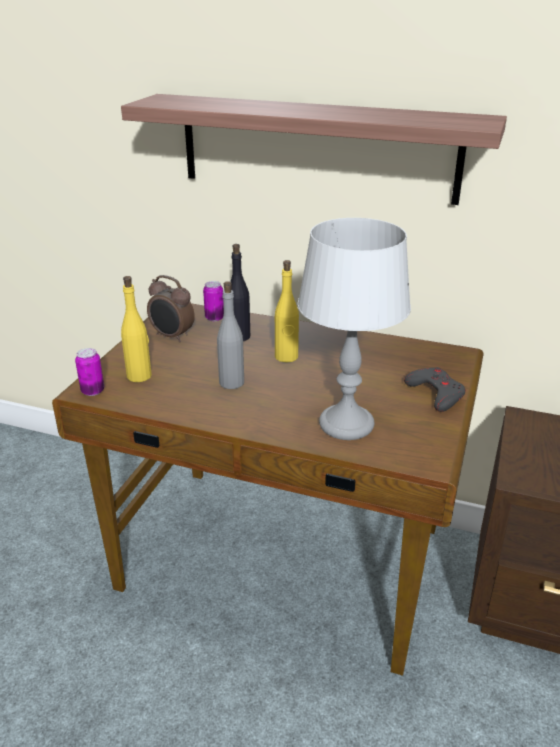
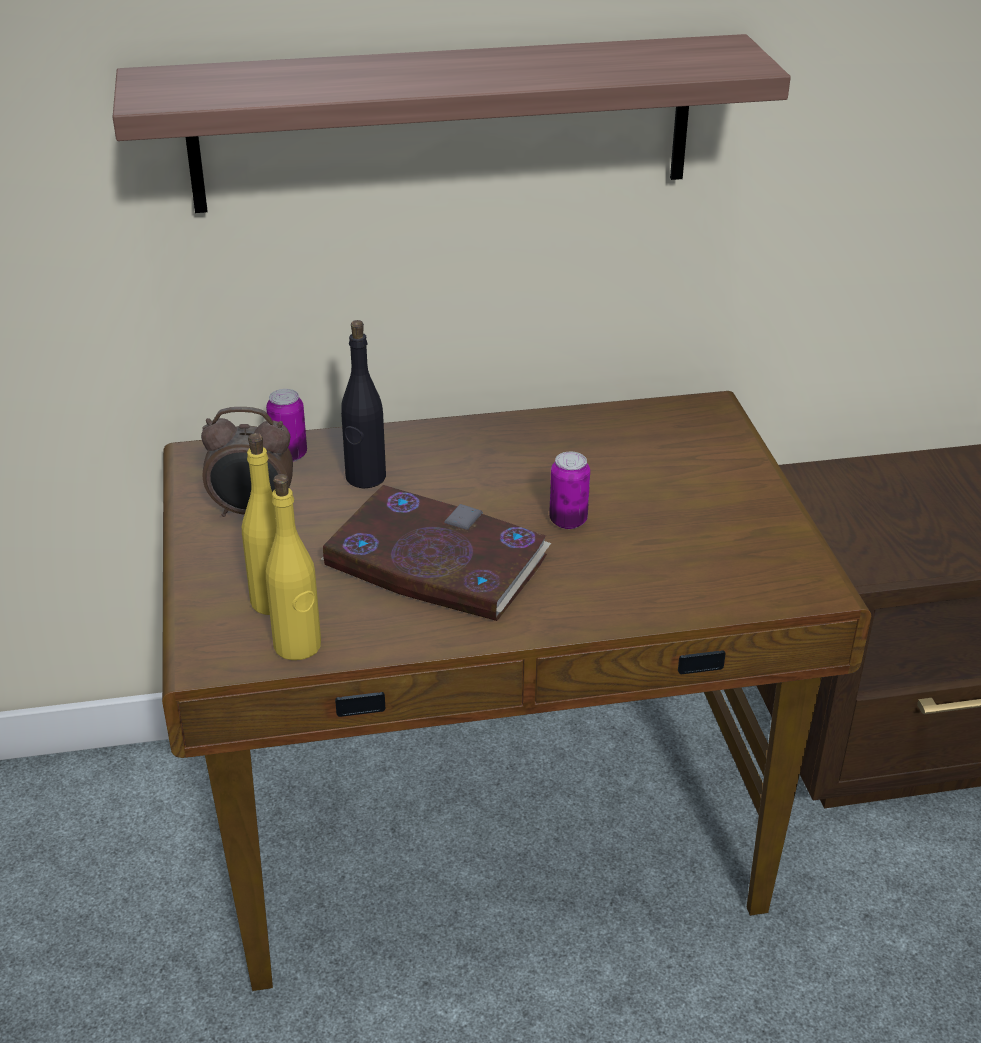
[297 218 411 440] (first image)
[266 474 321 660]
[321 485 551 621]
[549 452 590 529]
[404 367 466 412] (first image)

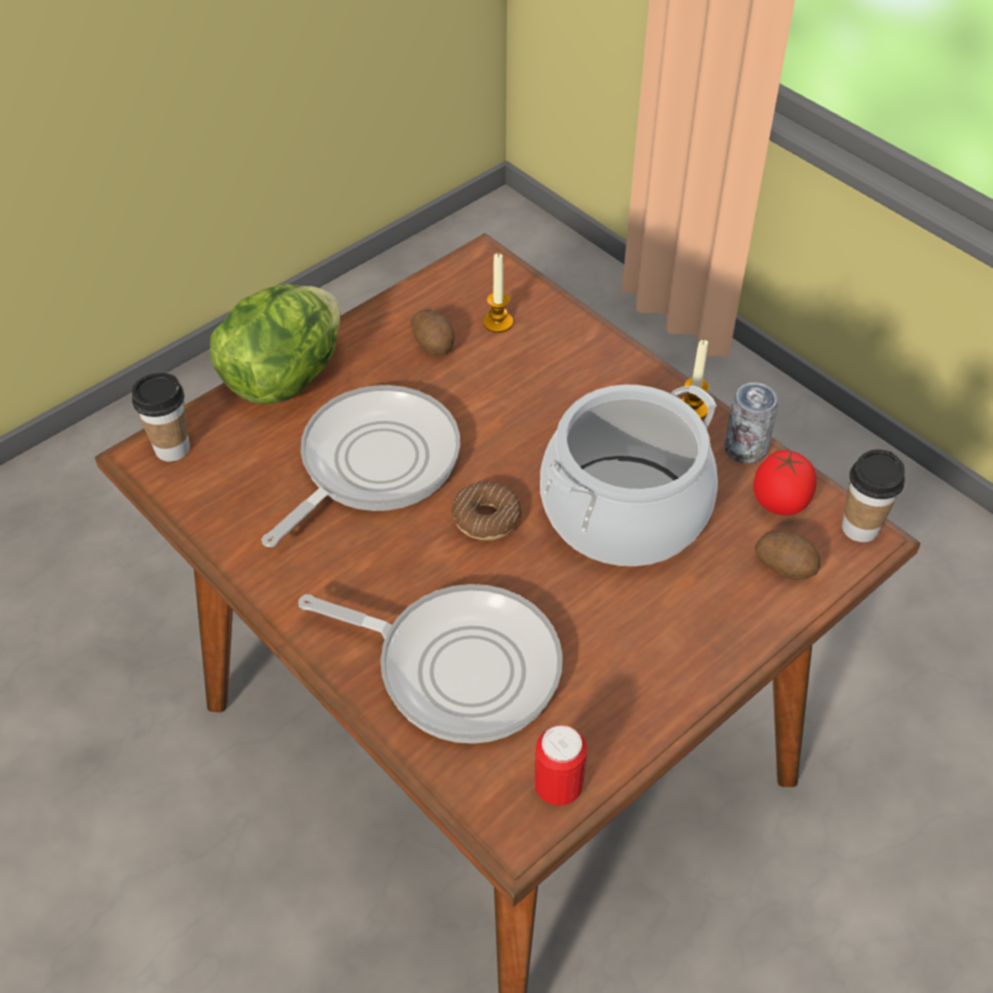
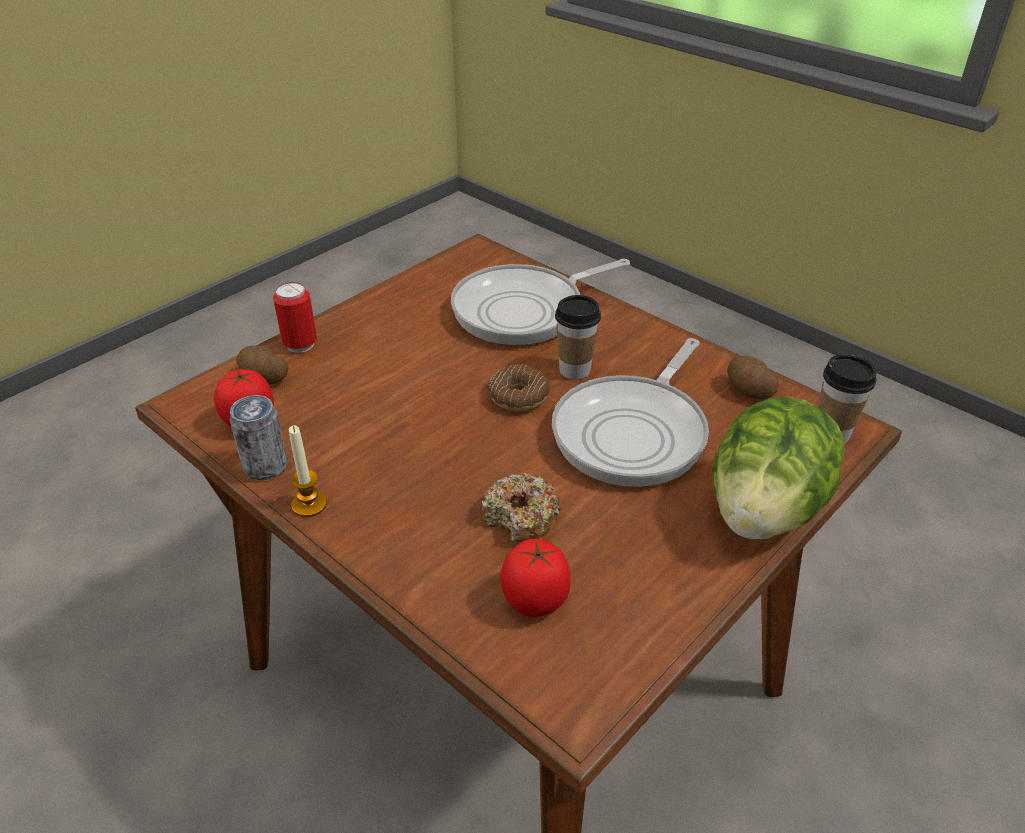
[500 539 570 617]
[727 356 779 400]
[540 385 718 566] (first image)
[555 295 601 380]
[451 259 630 345]
[273 282 317 353]
[481 473 562 543]

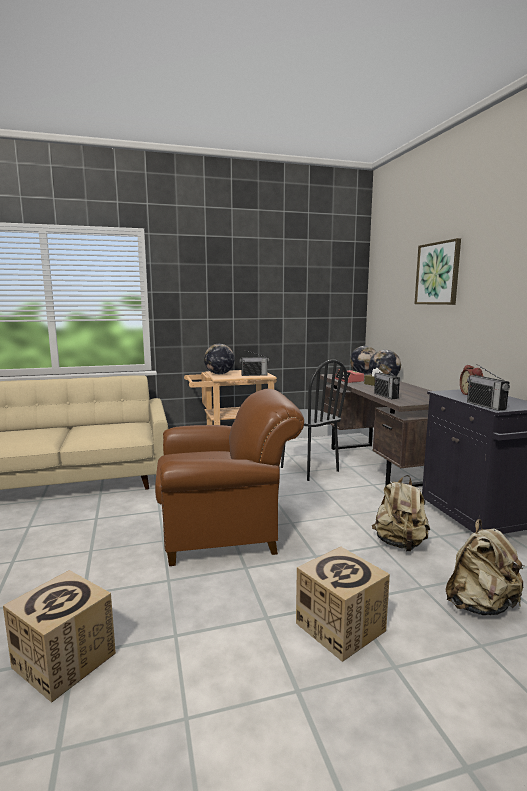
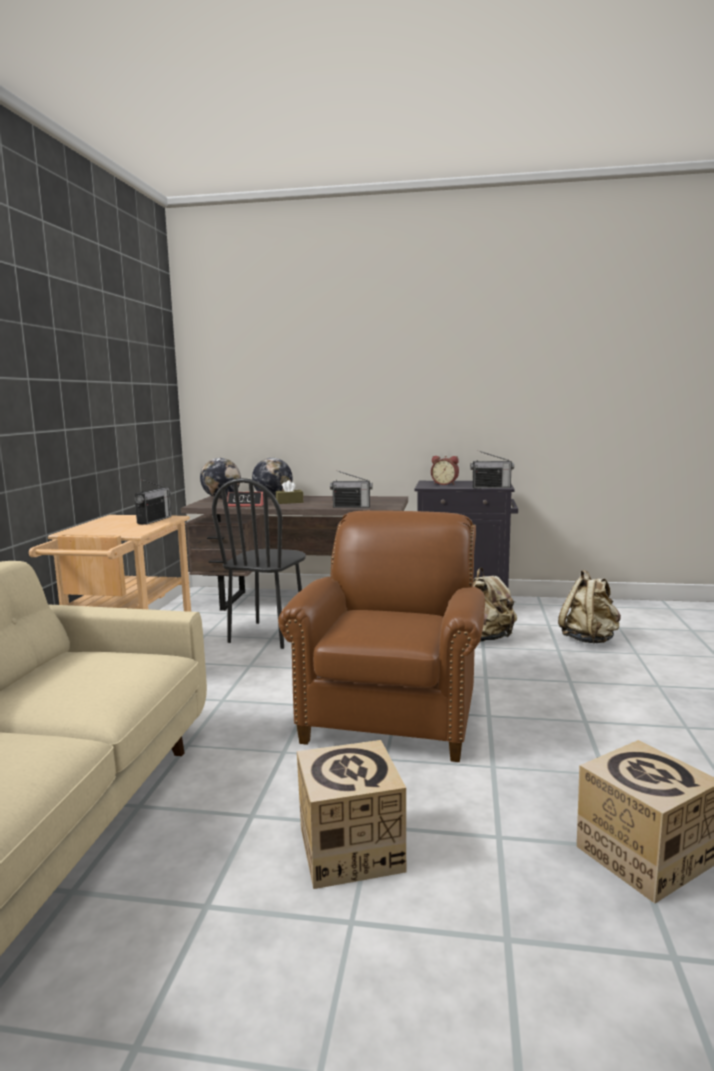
[414 238 461 305] (first image)
[204 344 235 374] (first image)
[212 478 306 649]
[297 740 406 889]

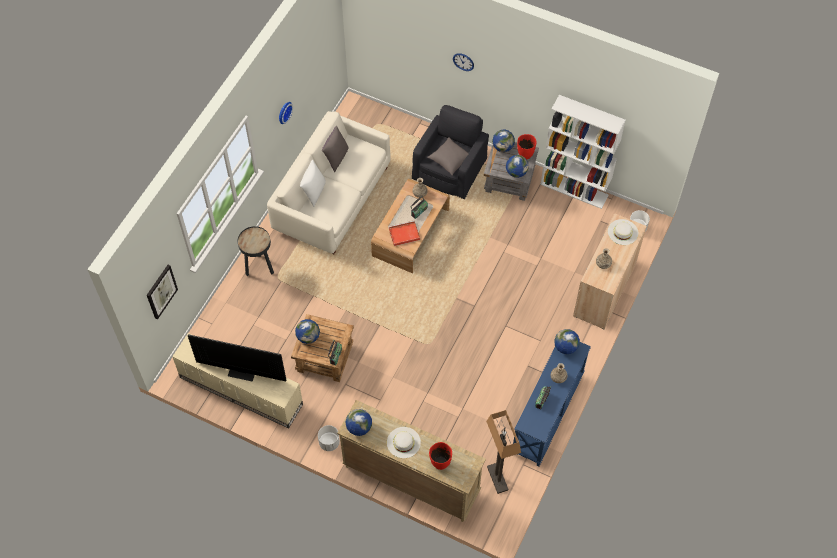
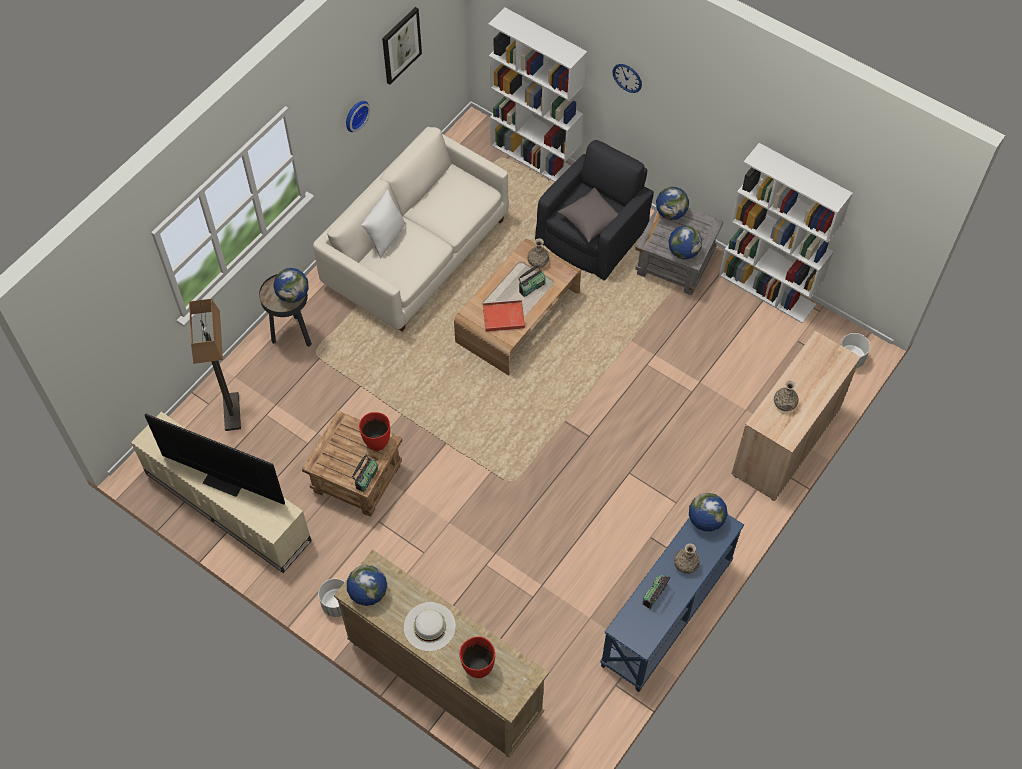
[322 126 348 172] (first image)
[359 412 390 451]
[608 219 638 245] (first image)
[382 7 422 85]
[273 268 308 303]
[189 299 241 431]
[488 8 587 182]

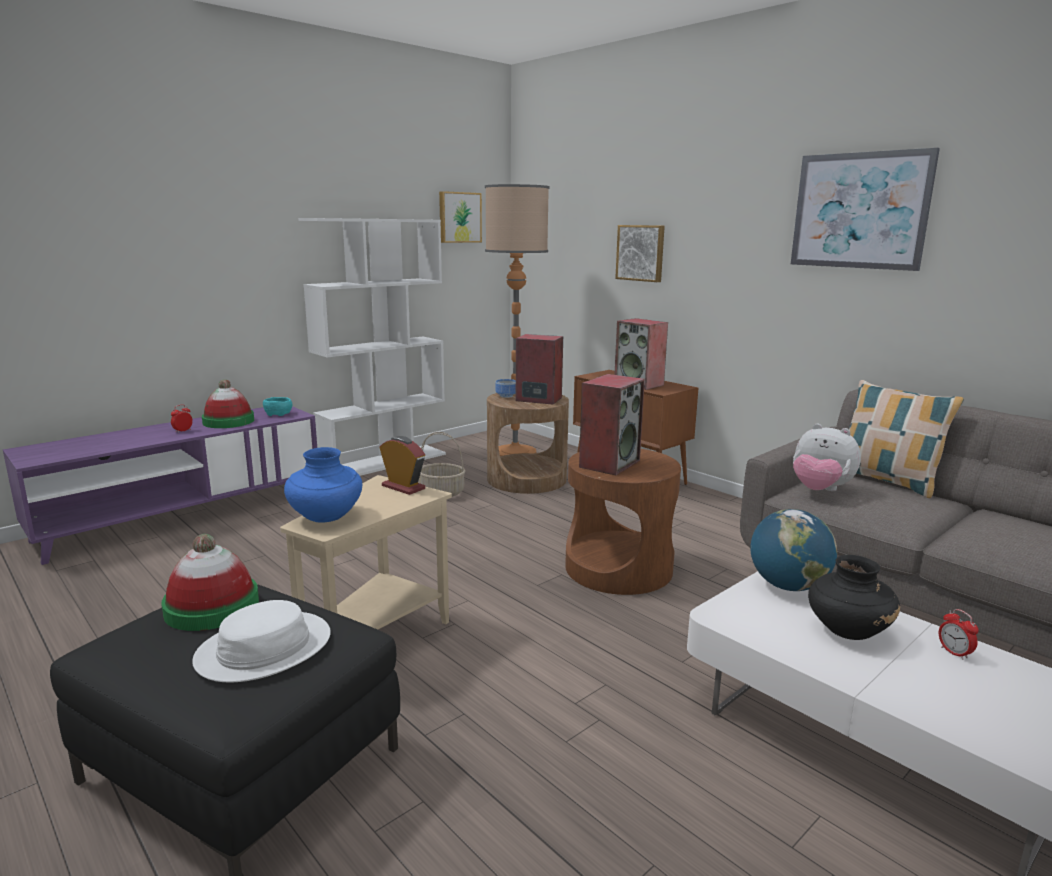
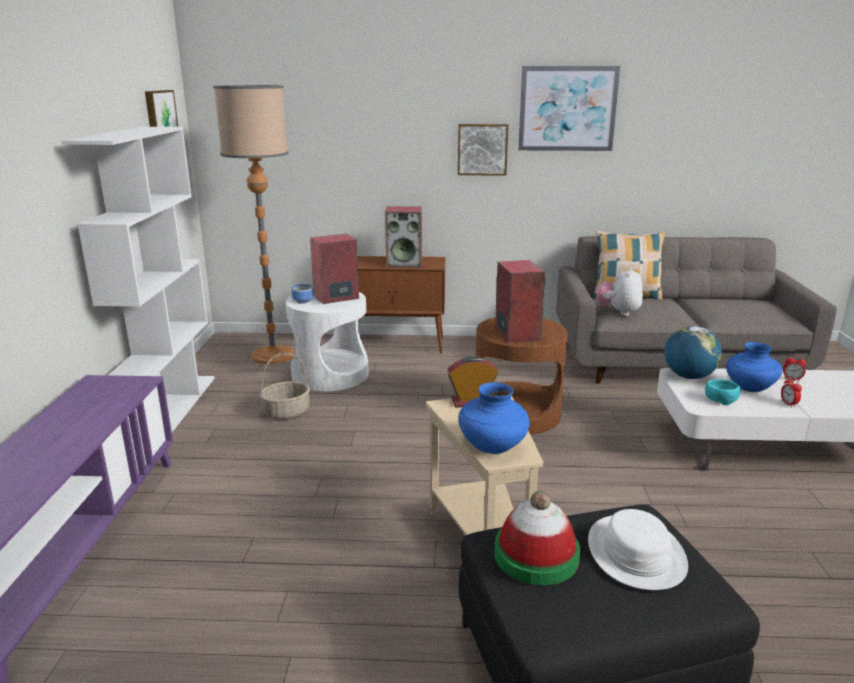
[458 124 508 176]
[202 379 254 428] (first image)
[286 292 369 391]
[705 379 741 405]
[781 377 802 407]
[596 267 643 316]
[726 342 782 392]

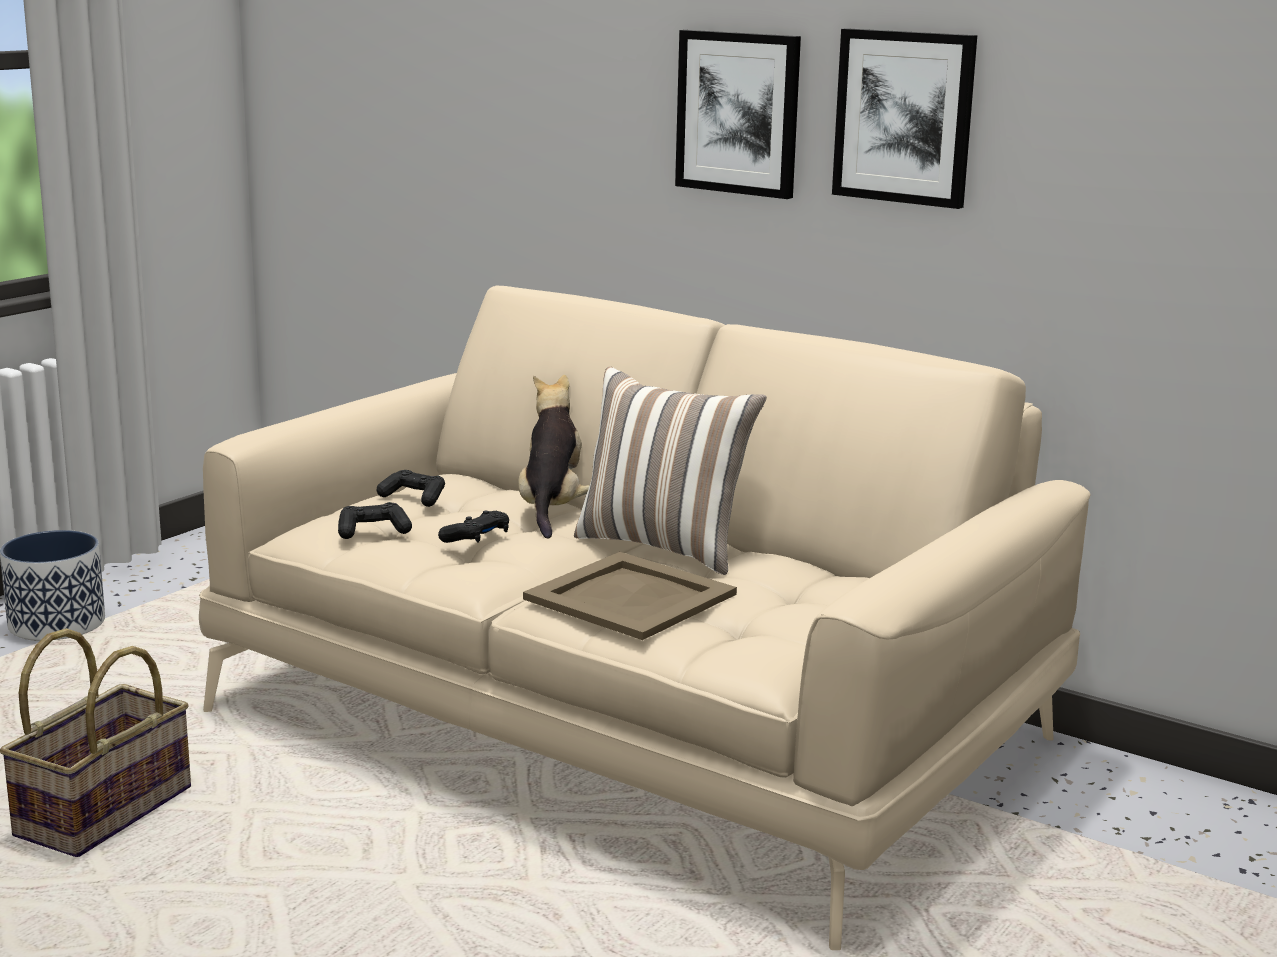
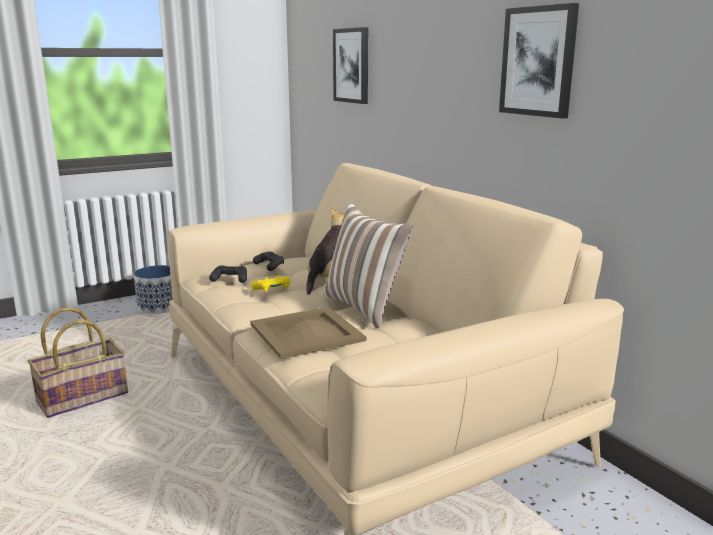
[333 27 368 104]
[251 276 290 292]

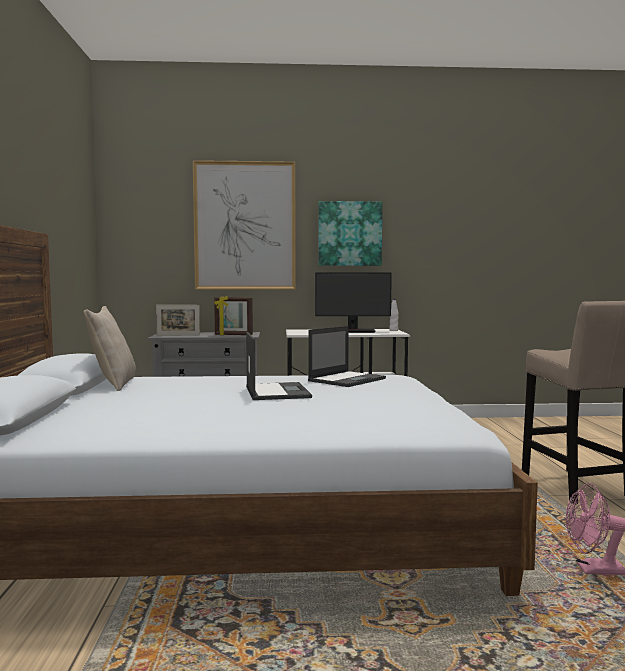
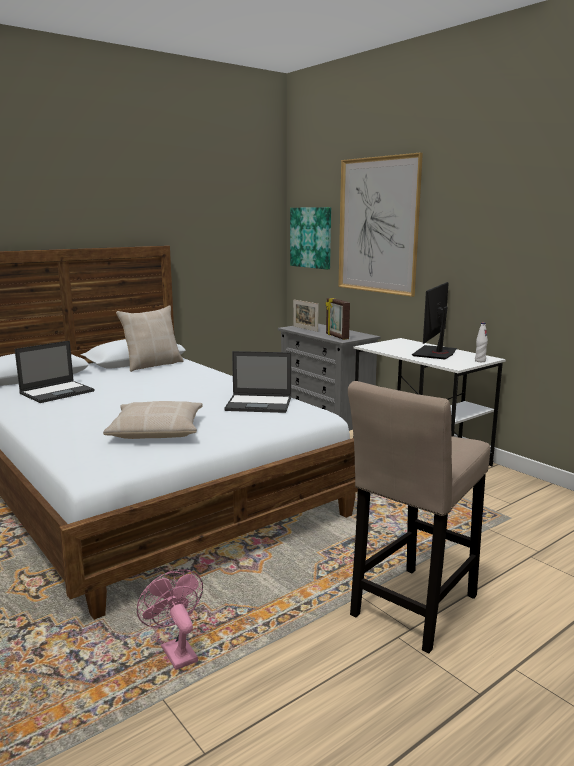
[290 207 331 270]
[412 282 457 359]
[15 340 95 403]
[103 401 203 439]

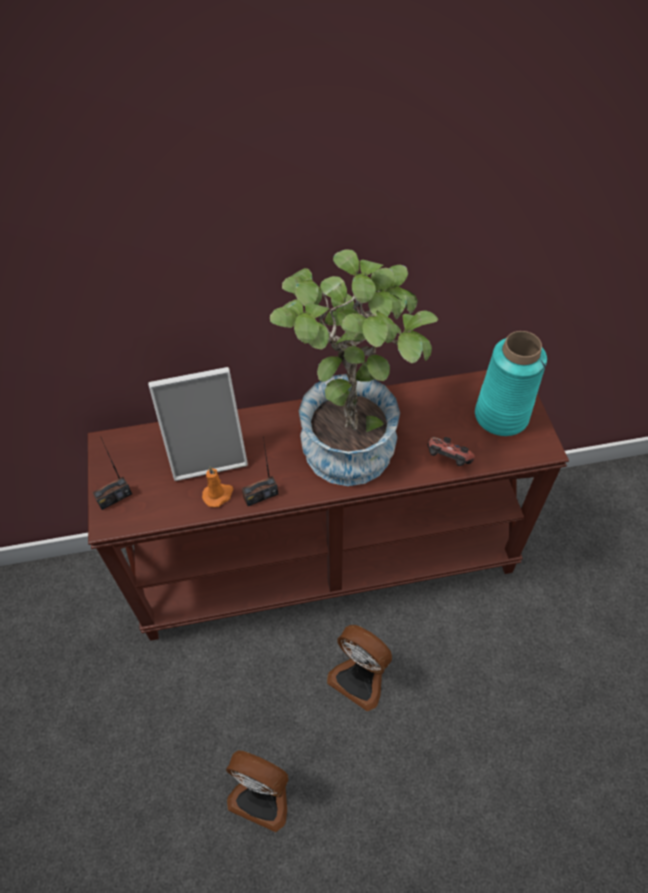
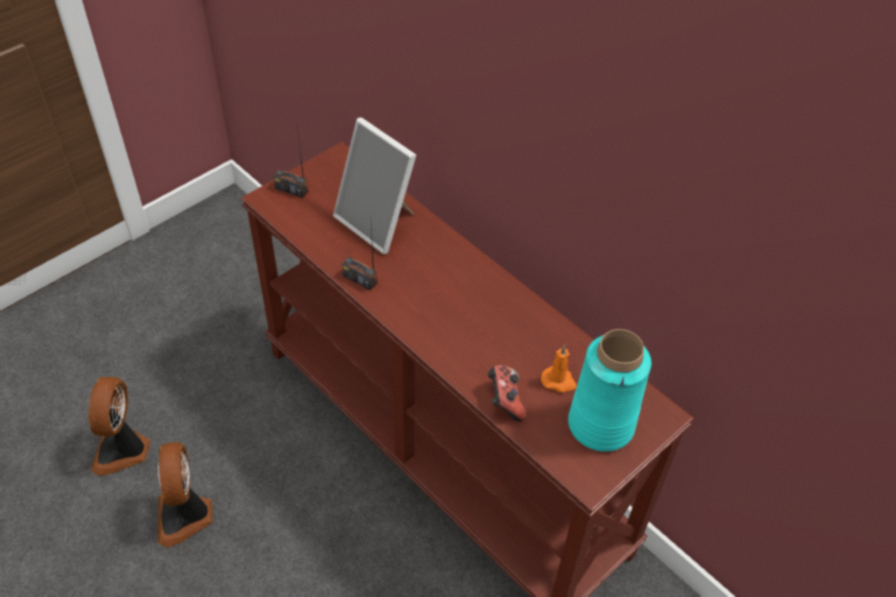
[270 249 438 486] (first image)
[541 345 577 393]
[88 377 151 476]

